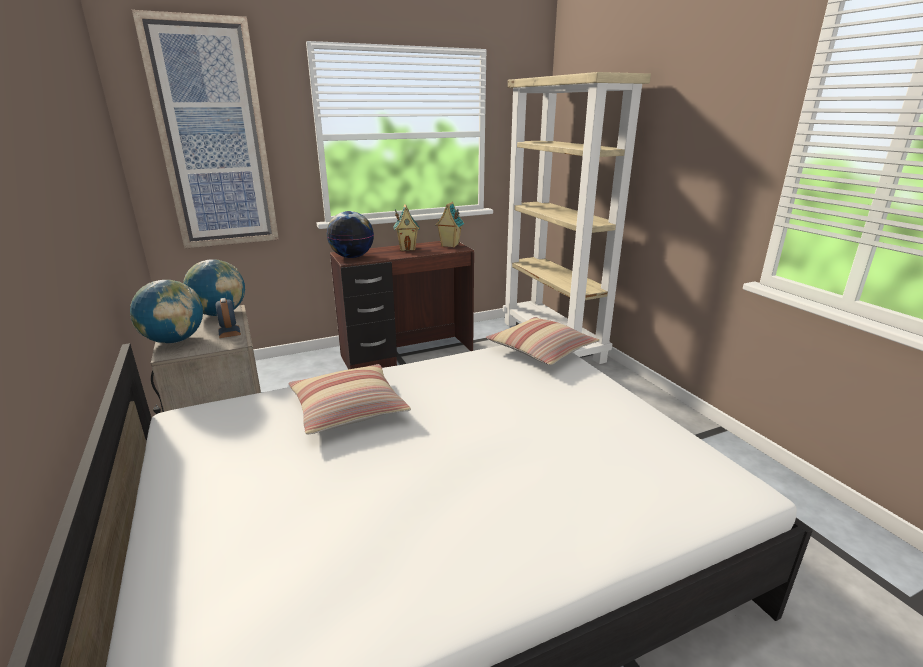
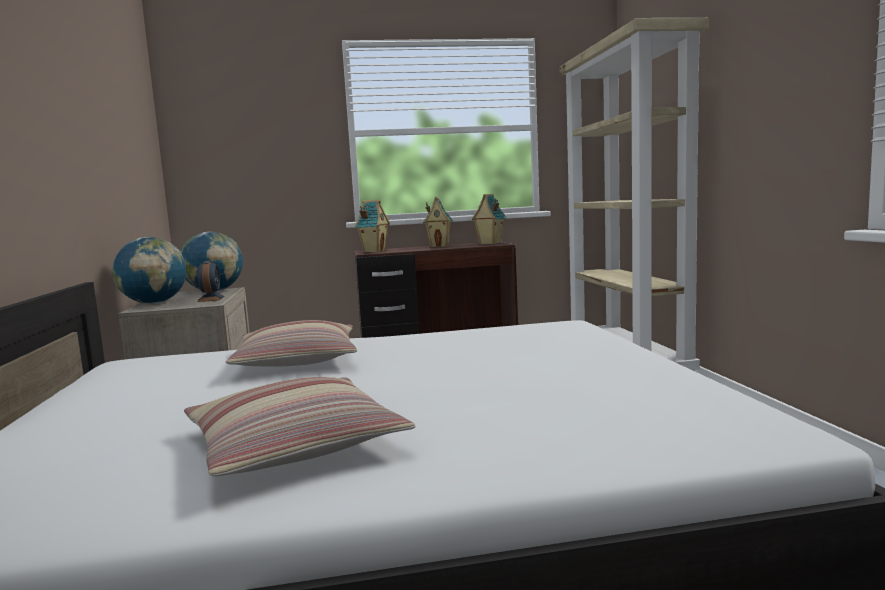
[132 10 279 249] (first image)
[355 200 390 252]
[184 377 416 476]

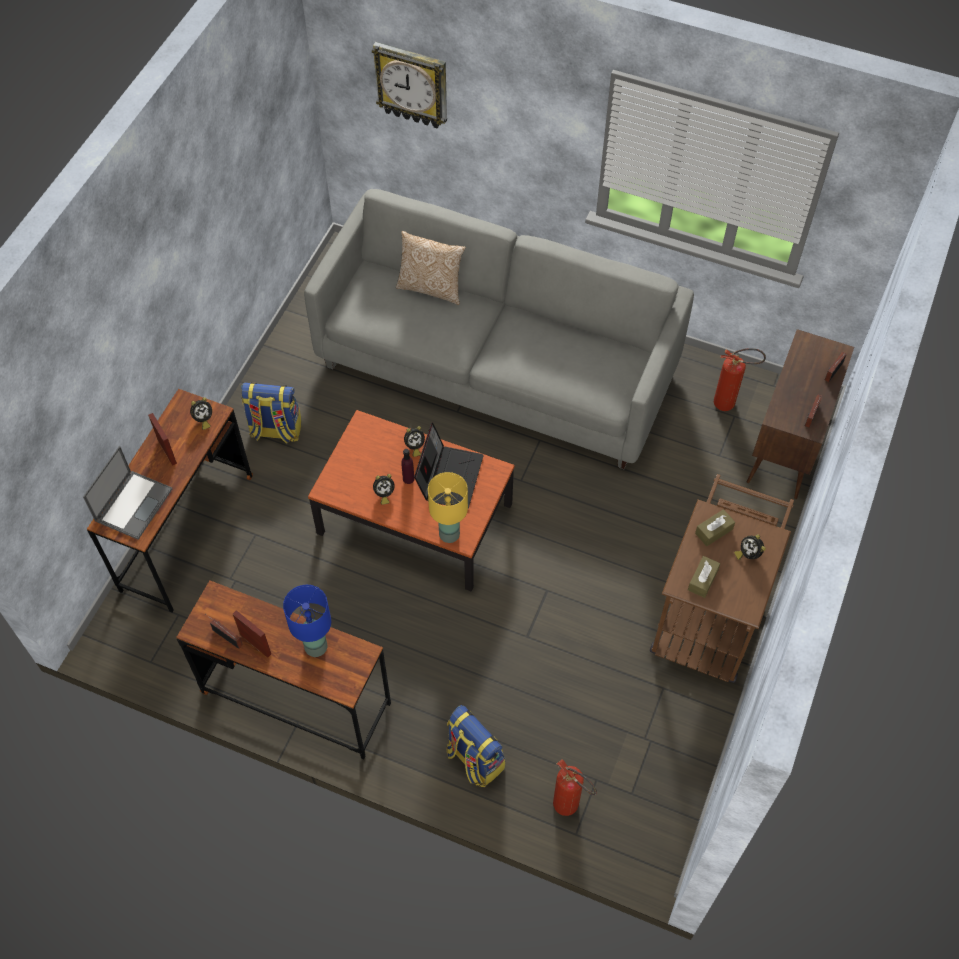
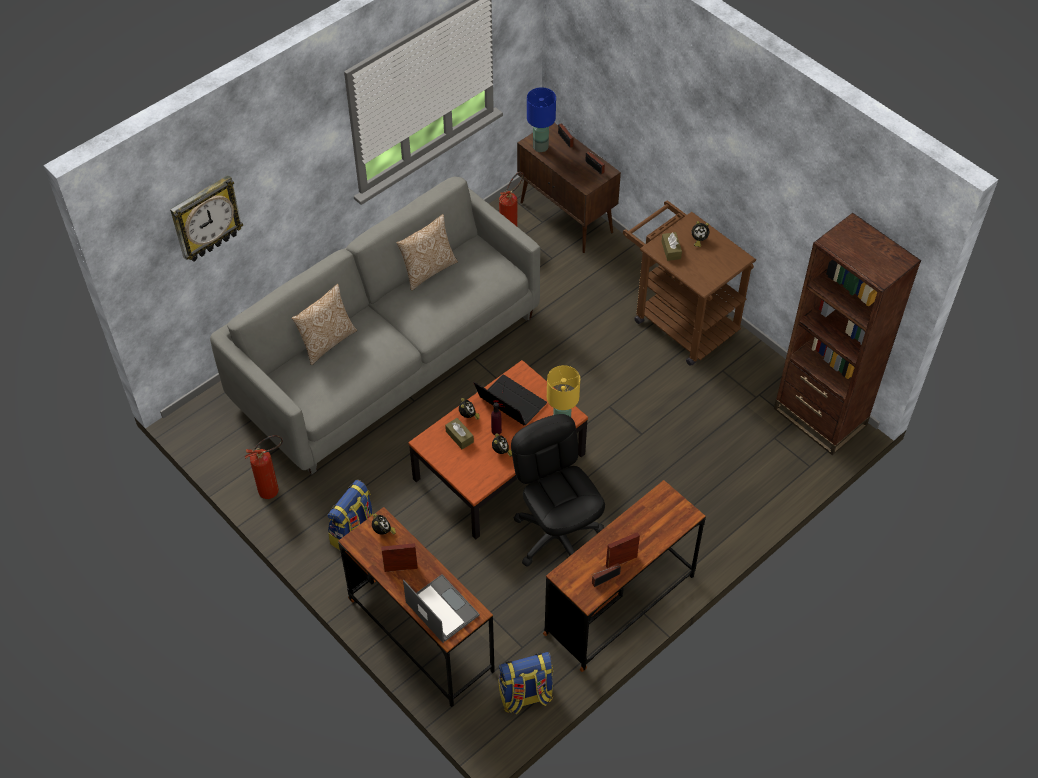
[445 418 474 449]
[527 87 556 152]
[498 652 553 714]
[244 435 283 499]
[774 213 921 455]
[397 214 458 291]
[511 414 605 567]

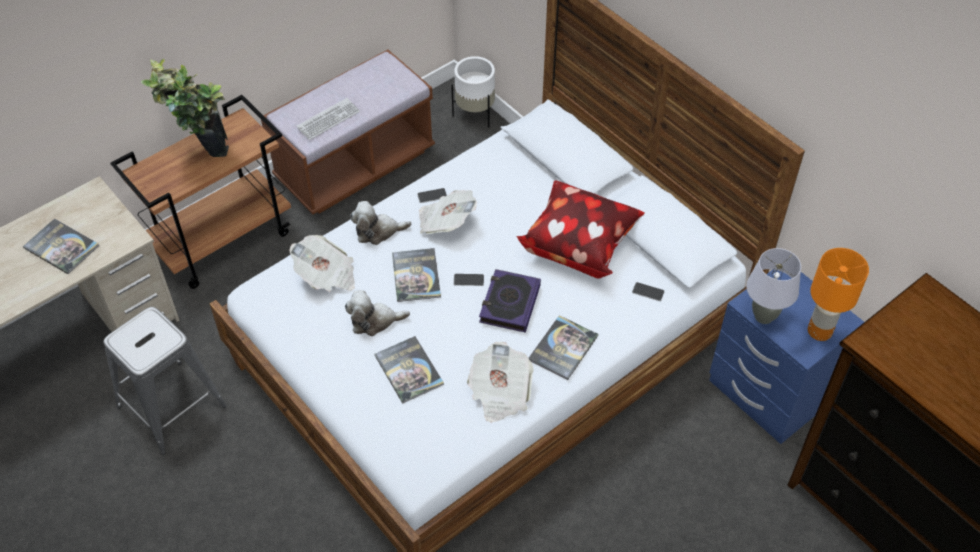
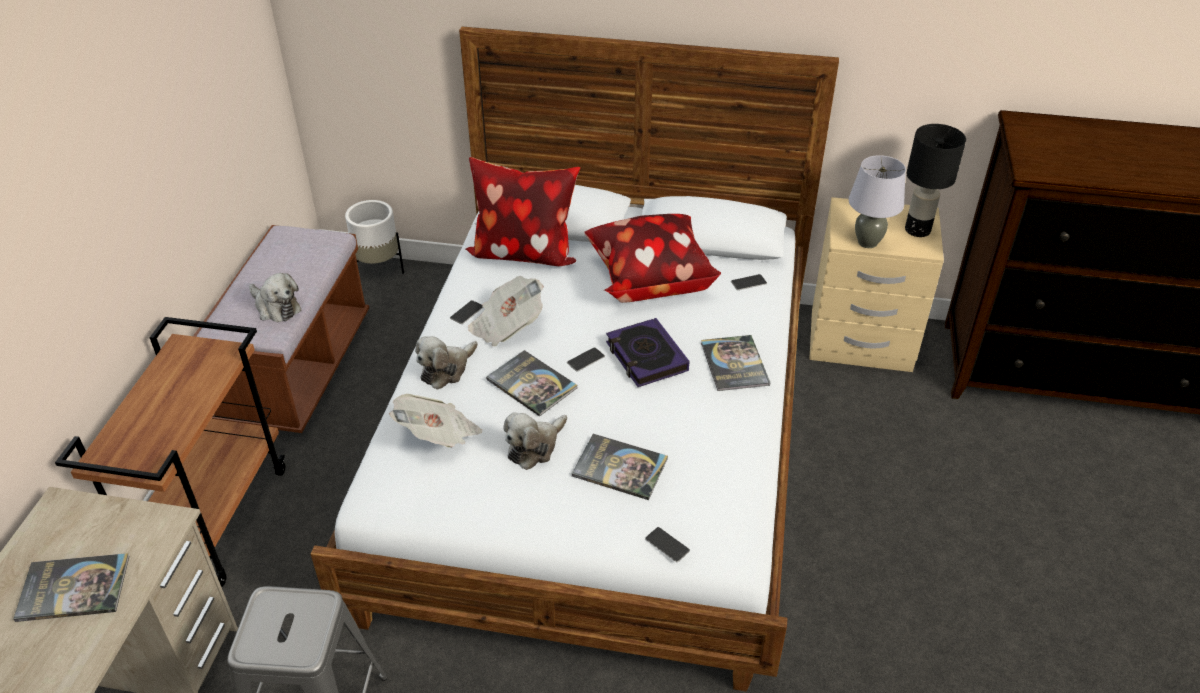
[141 59 229 157] (first image)
[249 273 302 322]
[905 124 966 237]
[809 197 944 372]
[467 342 534 423] (first image)
[466 157 580 266]
[645 527 690 562]

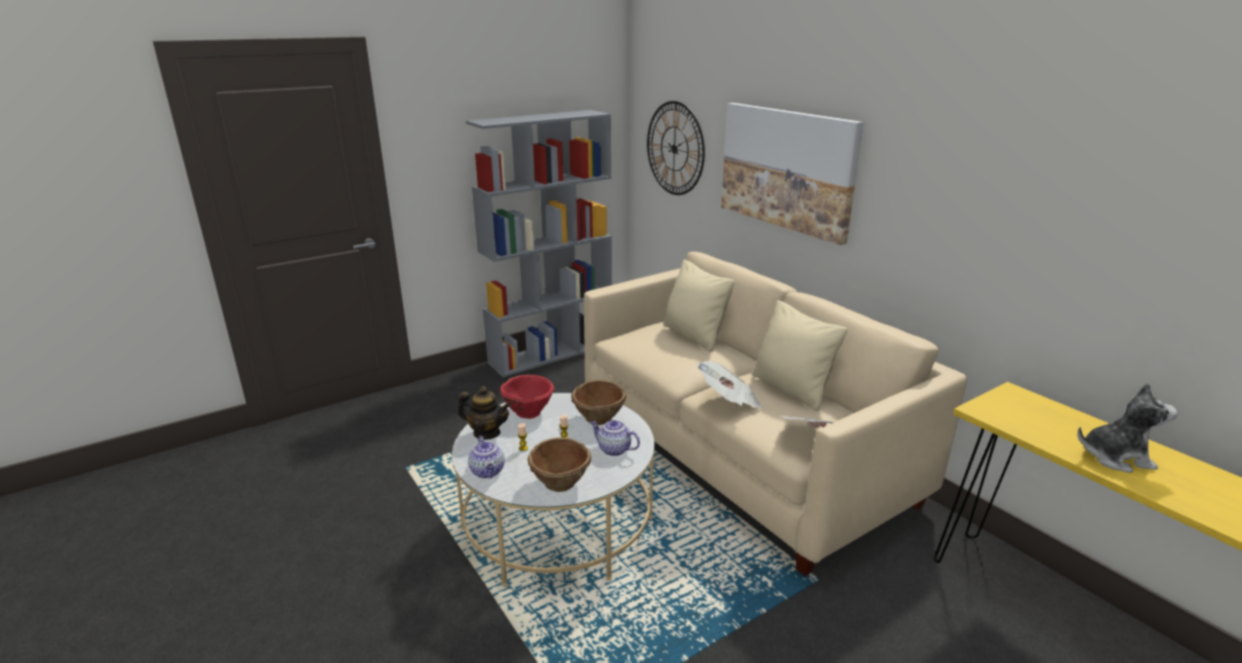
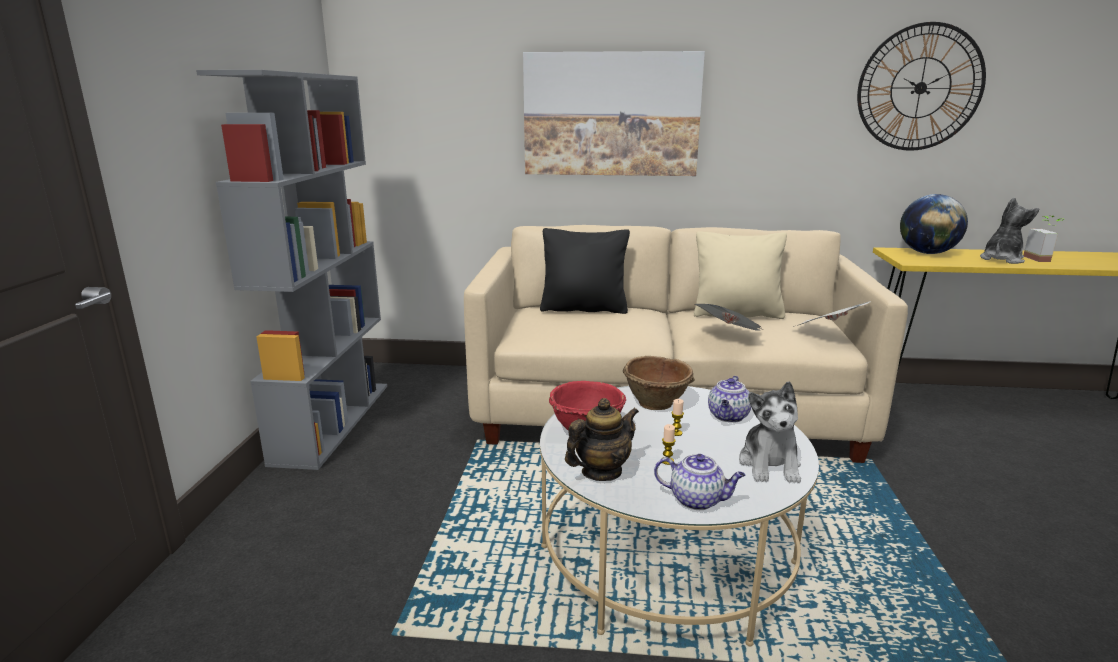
[857 22 986 151]
[540 228 630 314]
[708 376 751 423]
[739 381 801 483]
[900 194 968 254]
[1023 216 1065 262]

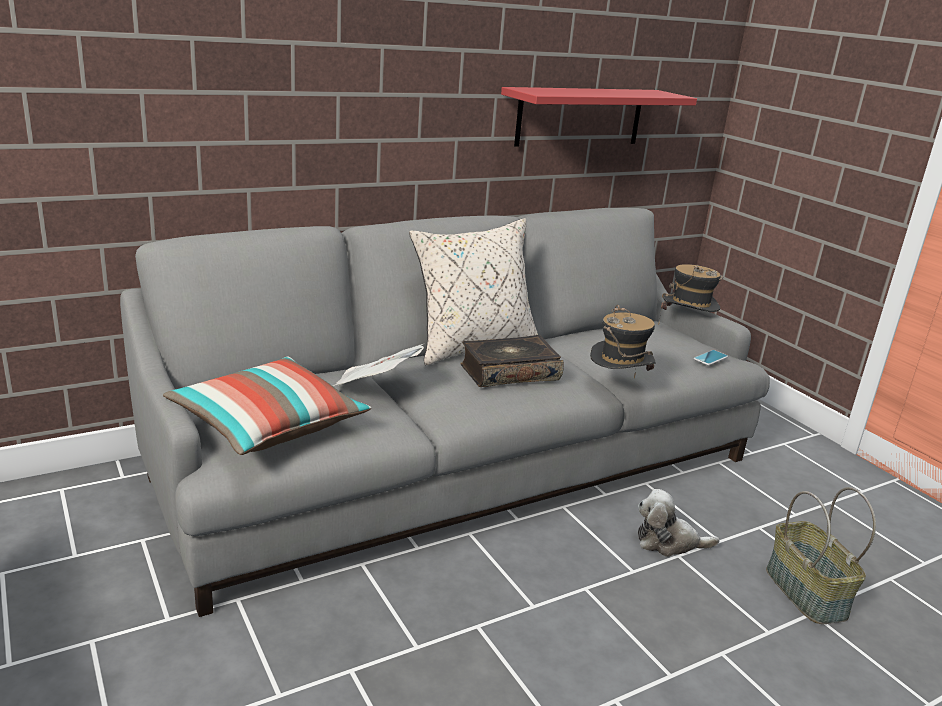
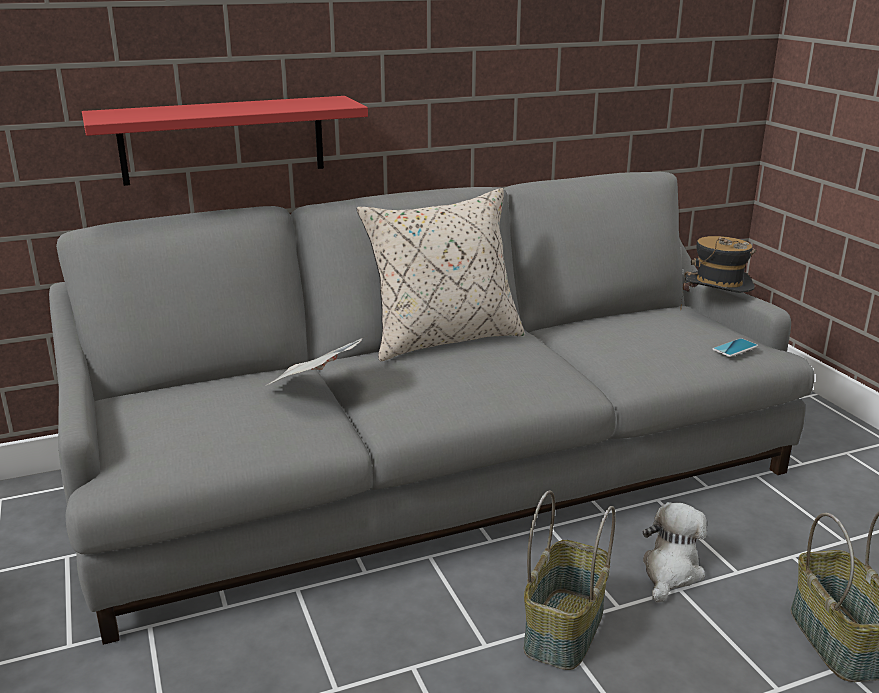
[82 96 368 186]
[590 305 656 379] (first image)
[460 335 564 387] (first image)
[163 357 371 455] (first image)
[643 502 707 603]
[523 490 616 670]

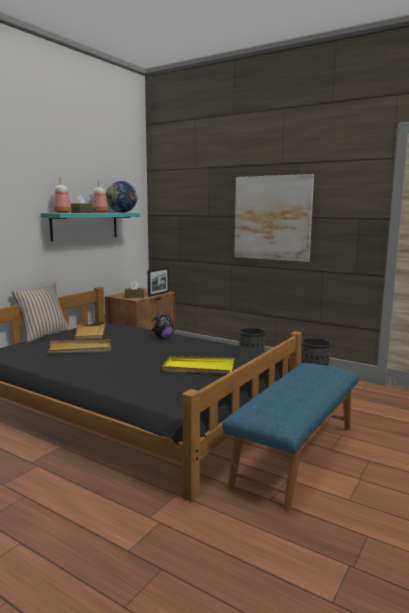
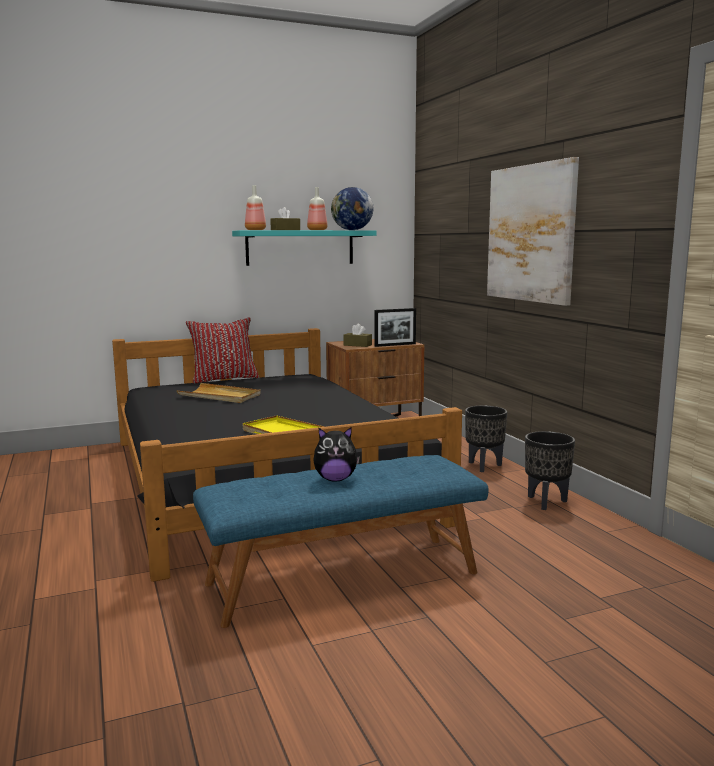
[186 317 259 384]
[313 427 360 481]
[75 323 106 340] (first image)

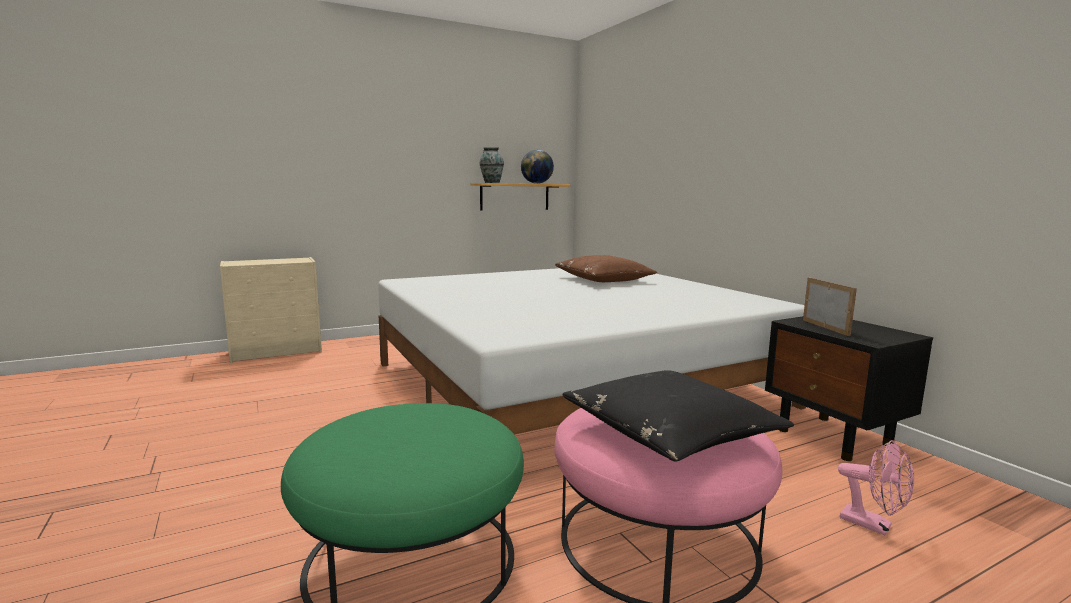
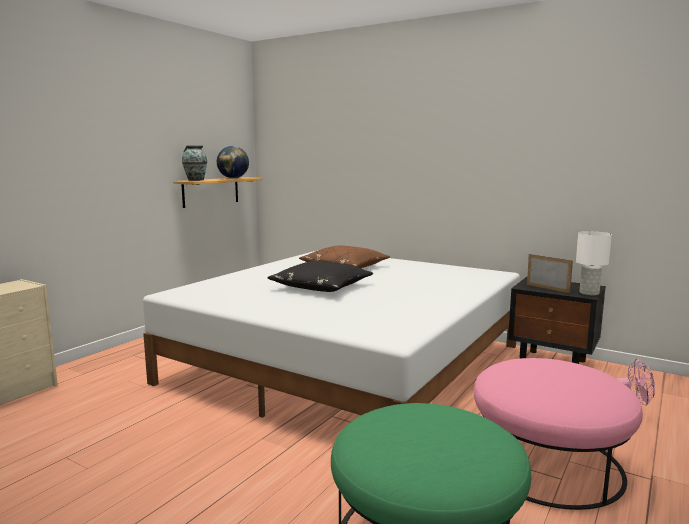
[267 261 373 292]
[576 231 612 295]

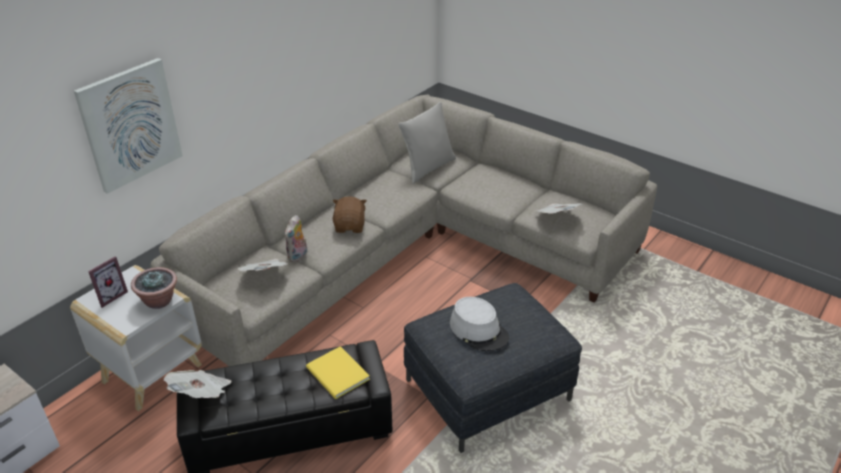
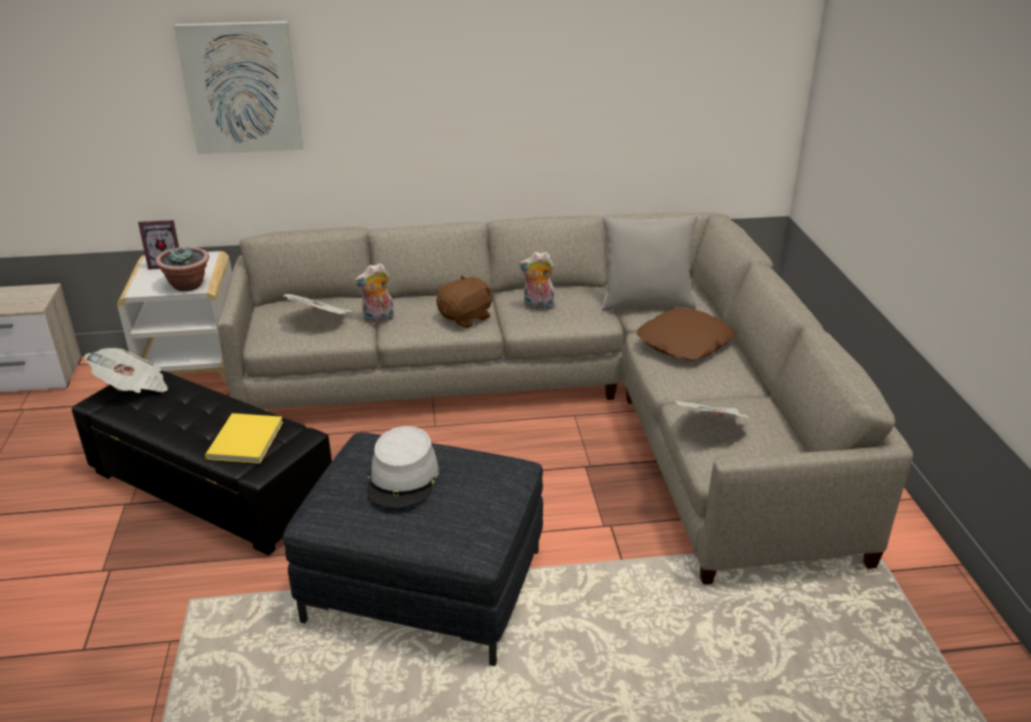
[519 252 555 311]
[637 308 734 361]

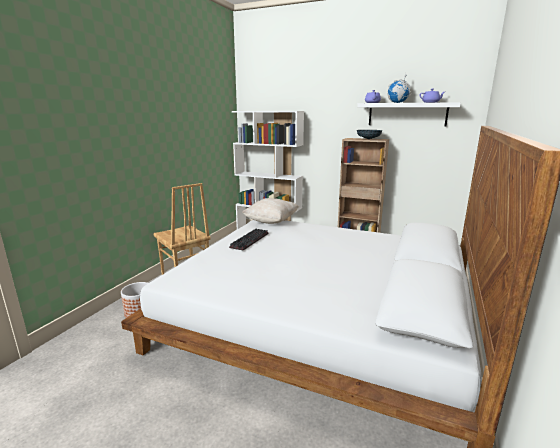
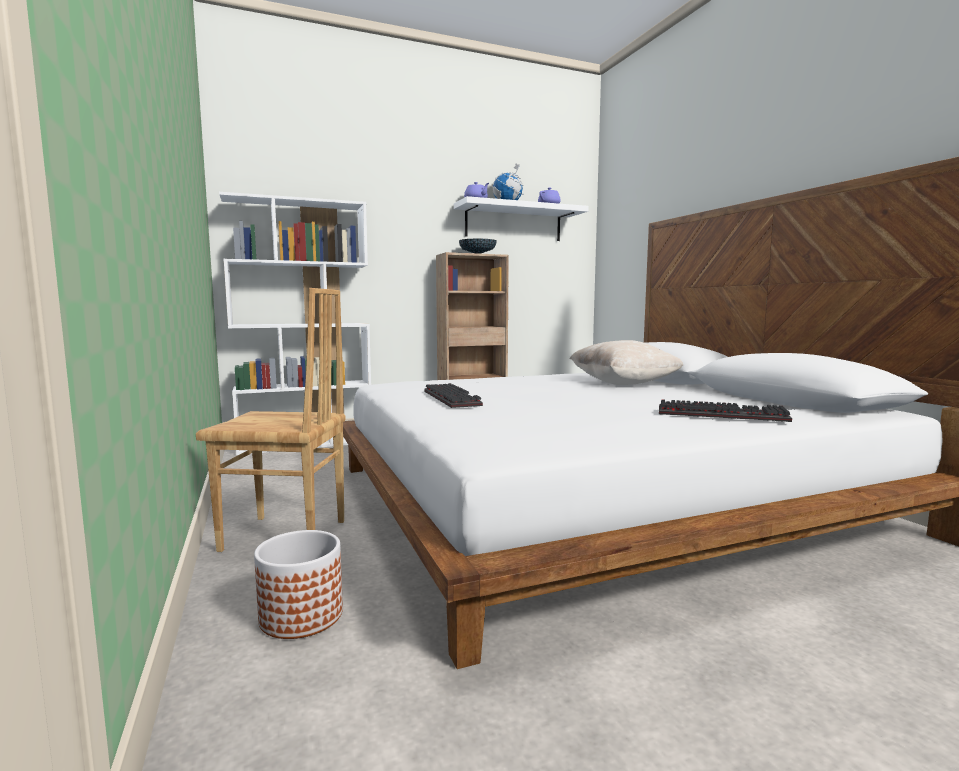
[570 340 683 385]
[659 399 792 422]

